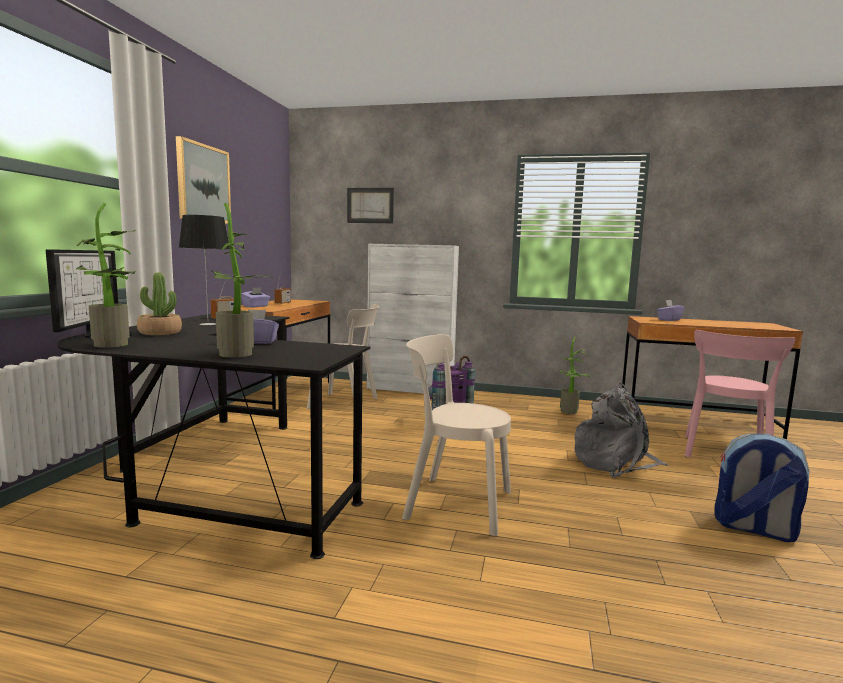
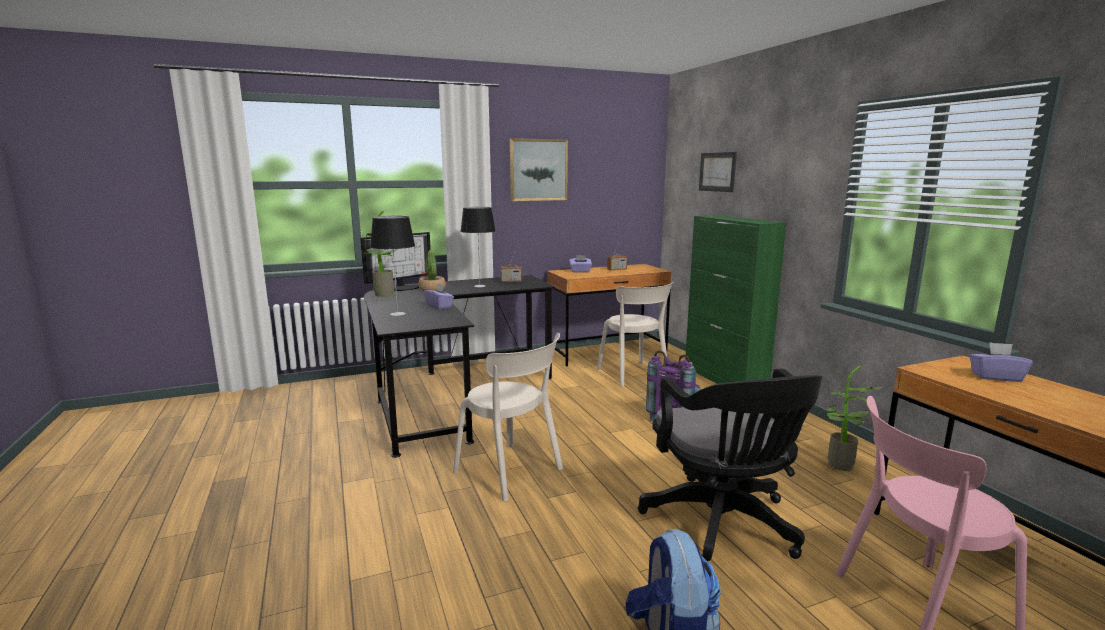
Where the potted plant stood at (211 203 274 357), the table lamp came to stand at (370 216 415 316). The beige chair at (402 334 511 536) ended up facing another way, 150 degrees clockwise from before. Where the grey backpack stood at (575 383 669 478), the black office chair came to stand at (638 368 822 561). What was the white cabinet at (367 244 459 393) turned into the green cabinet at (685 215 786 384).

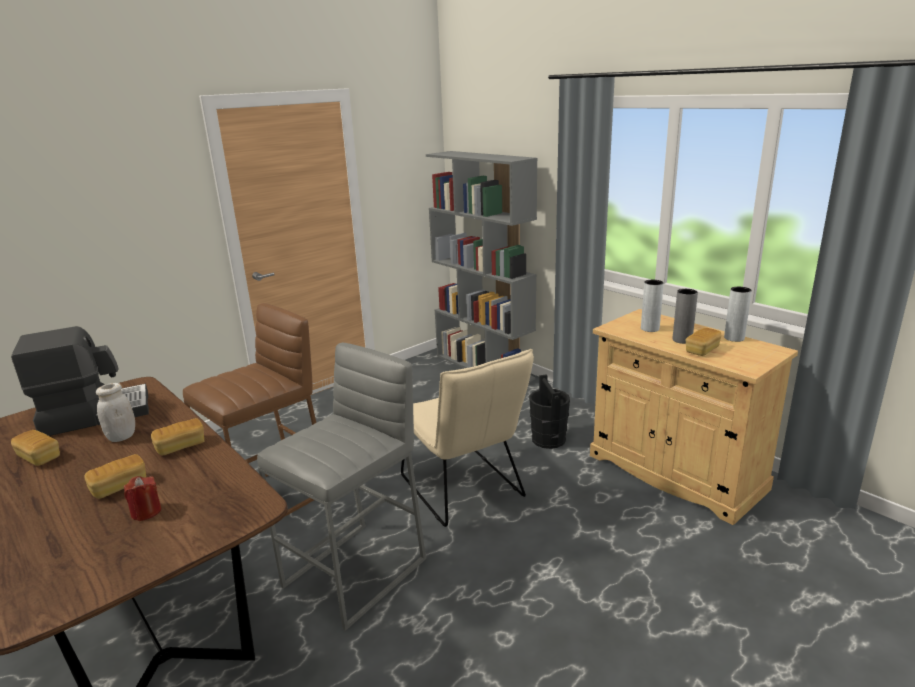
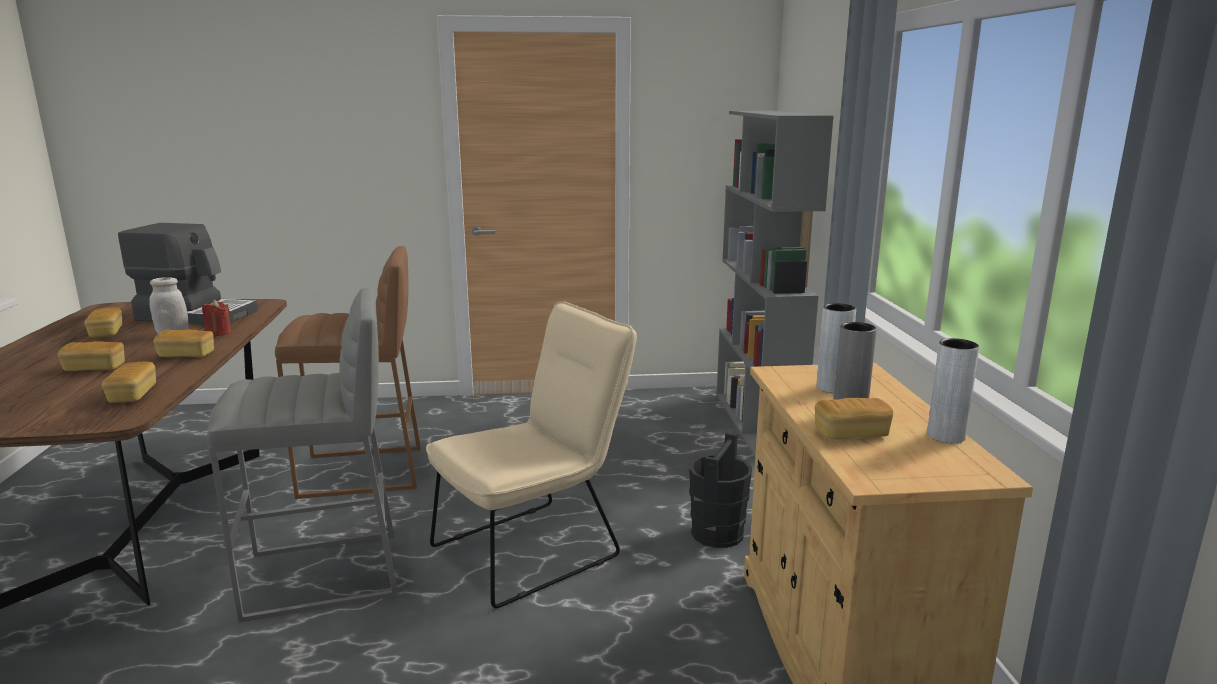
The second view gained the bread at (101 362 156 403). The red candle ended up elsewhere, having gone from (124 476 161 521) to (202 299 232 336). The beige chair at (401 349 534 527) ended up facing another way, 135 degrees counterclockwise from before.

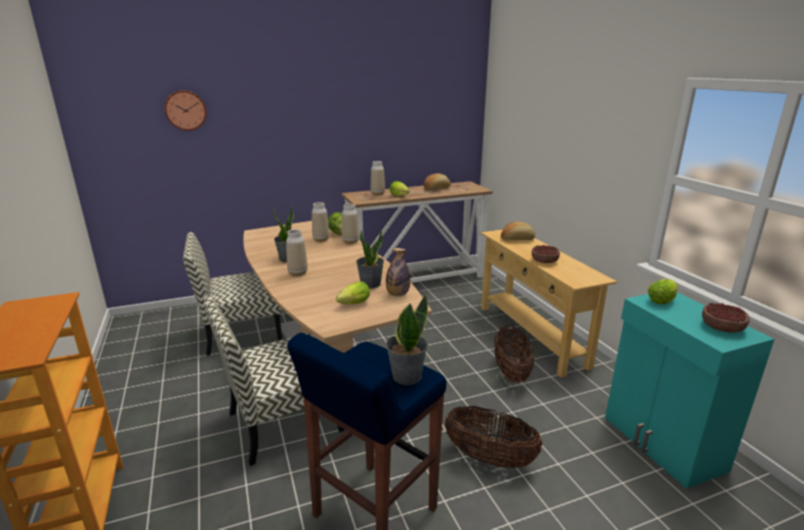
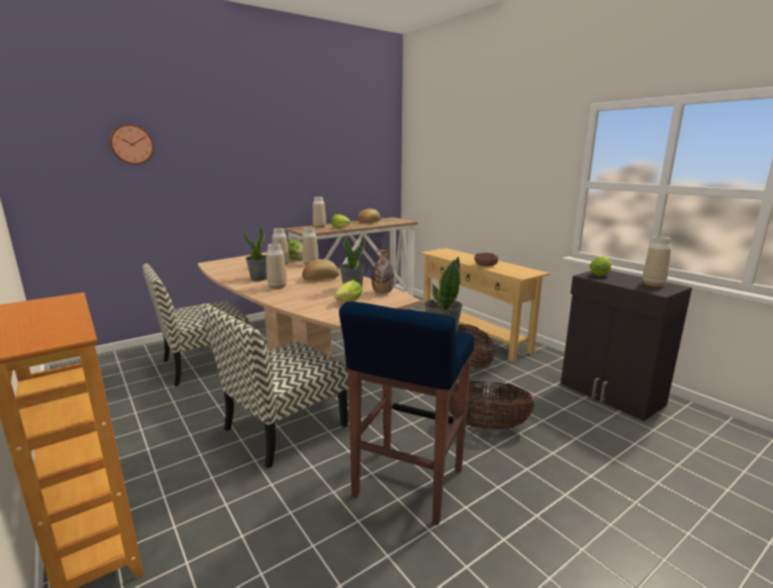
The bread ended up elsewhere, having gone from (501 222 535 240) to (302 259 340 280). What was the turquoise cabinet at (605 292 775 489) turned into the black cabinet at (561 271 692 421). Where the bowl stood at (702 303 750 333), the vase came to stand at (642 236 671 287).

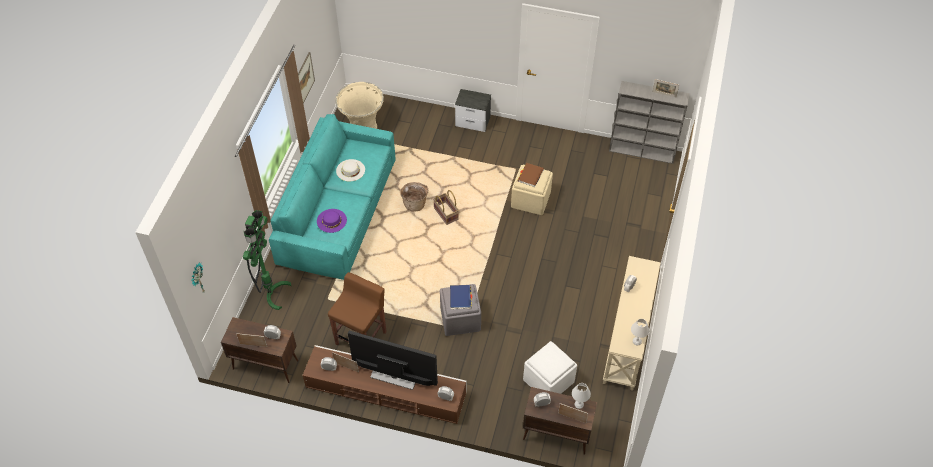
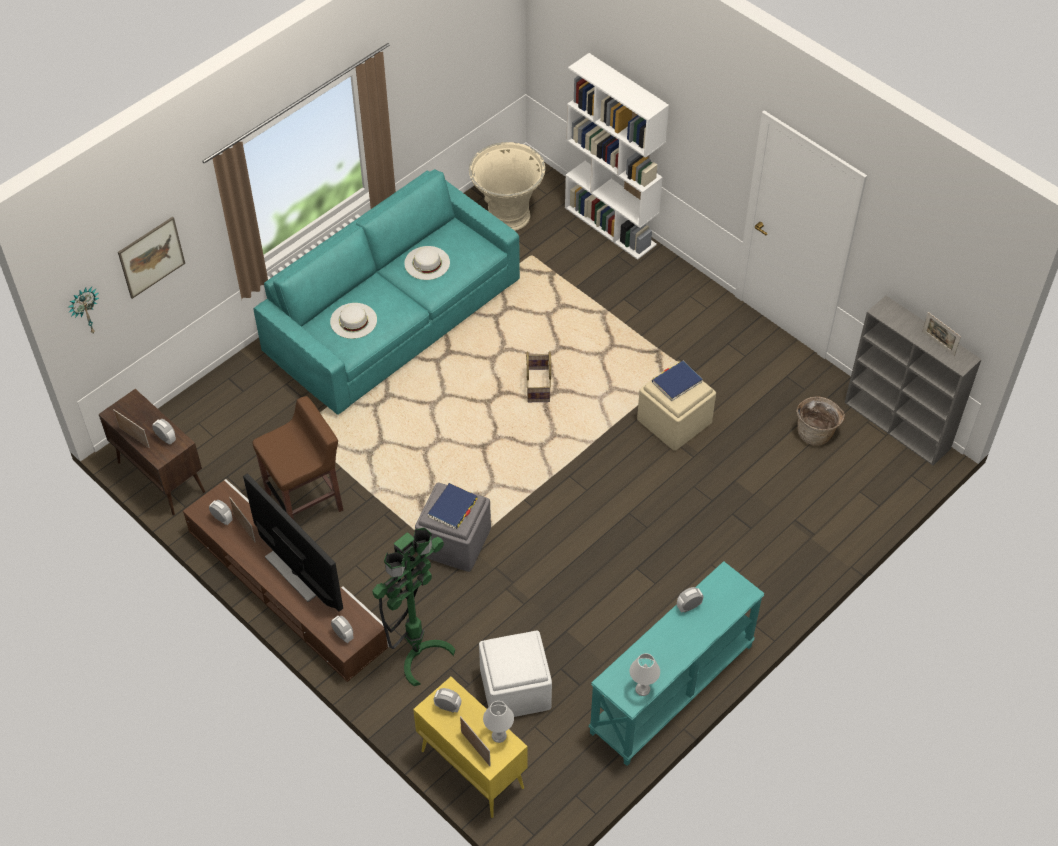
The picture ended up elsewhere, having gone from (298 52 315 103) to (118 217 185 299). What was the purple hat at (317 209 347 233) turned into the white hat at (330 303 377 339). The green floor lamp ended up elsewhere, having gone from (243 210 291 310) to (372 527 455 686). What was the brown cabinet at (523 387 597 455) turned into the yellow cabinet at (413 677 528 818). The second view gained the white bookcase at (565 53 669 260). What was the beige console table at (603 256 661 391) turned into the turquoise console table at (589 561 765 766). What was the brown book at (518 163 544 187) turned into the blue book at (652 361 703 401). The basket ended up elsewhere, having gone from (400 182 428 212) to (796 397 845 446). The second view lost the nightstand at (455 89 491 132).

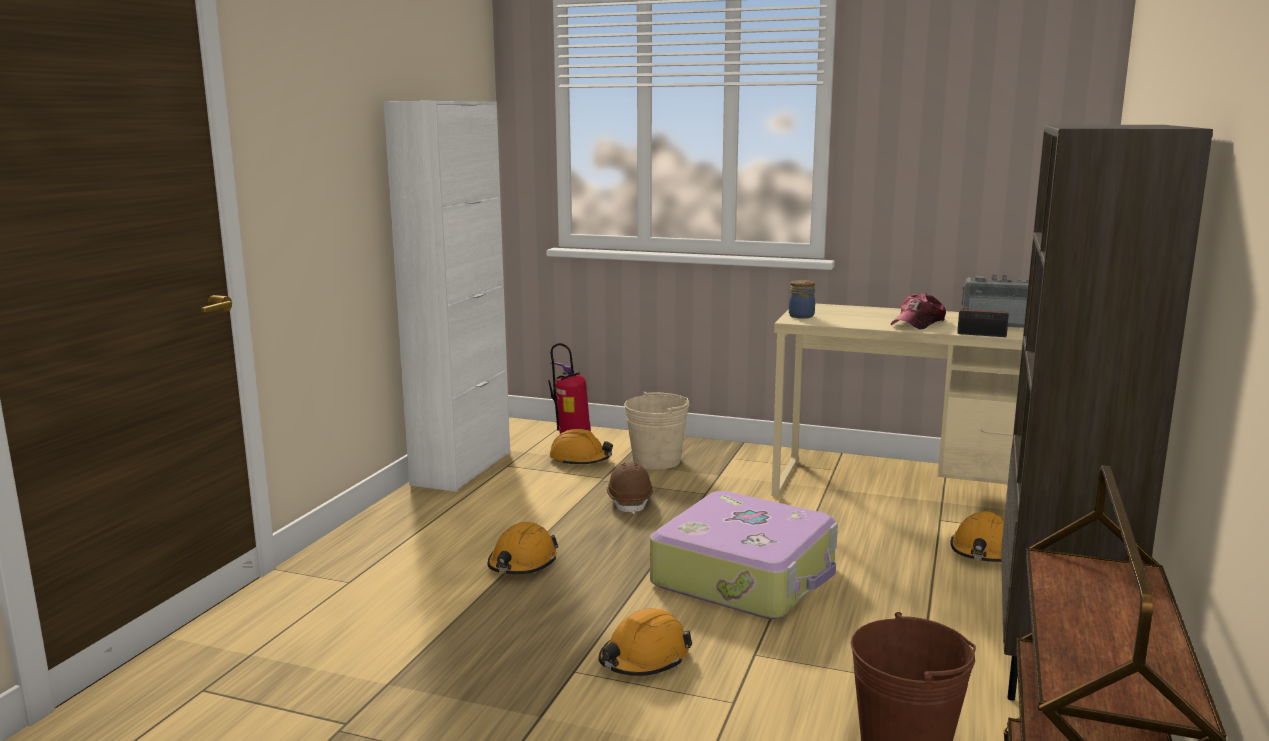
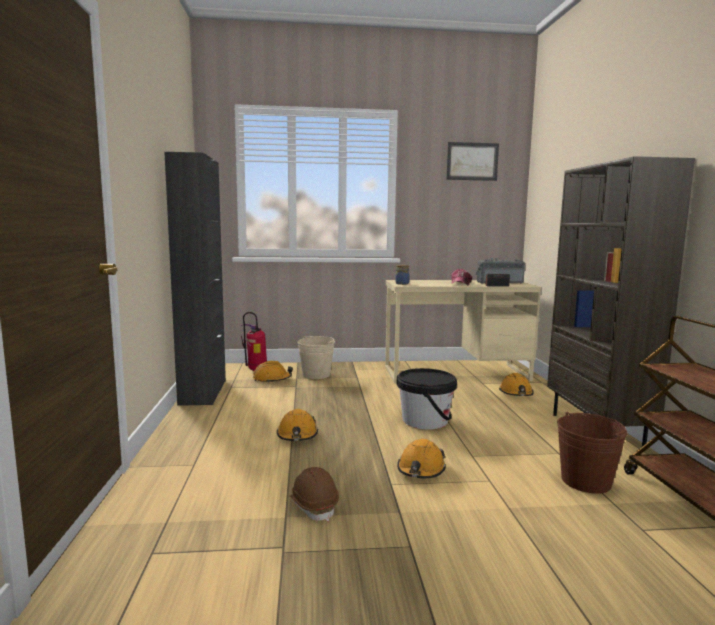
What was the white cabinet at (383 101 510 492) turned into the black cabinet at (164 152 226 406). The brown hard hat ended up elsewhere, having gone from (606 462 654 514) to (289 467 339 521). Where the suitcase stood at (650 491 838 619), the black bucket came to stand at (397 368 457 430). The second view gained the picture at (446 142 499 181).

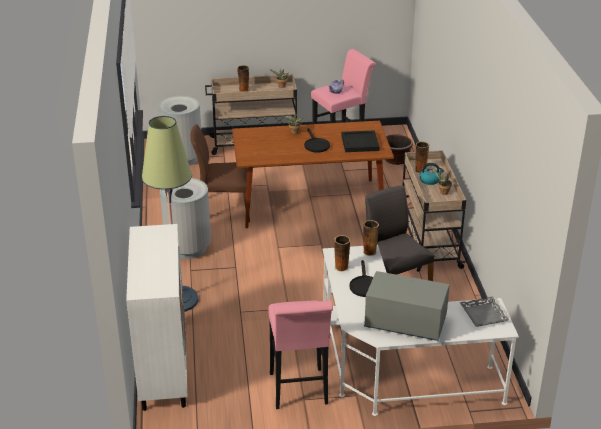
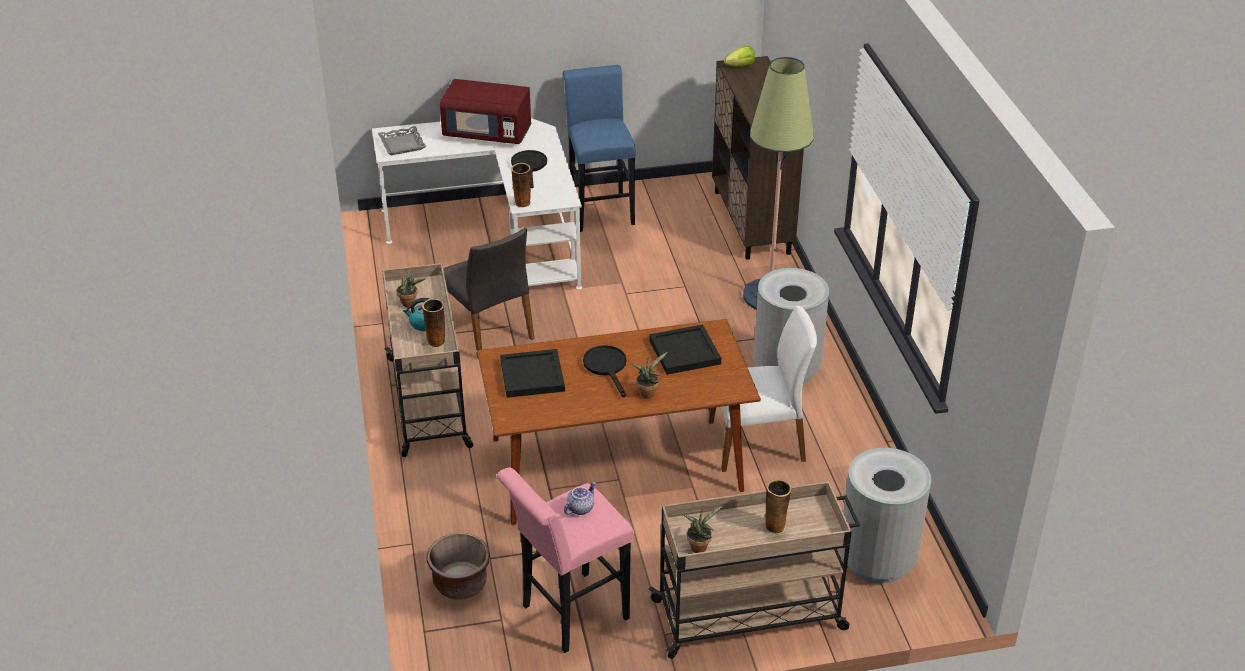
What was the grey microwave at (364 271 450 341) turned into the red microwave at (440 79 532 144). What was the pink stool at (269 301 333 409) turned into the blue stool at (563 65 636 232). The second view gained the black tray at (649 324 721 375). What was the brown chair at (190 124 250 222) turned into the white chair at (709 306 817 472). What was the white cabinet at (126 224 188 411) turned into the brown cabinet at (712 56 804 260). The second view gained the lettuce at (724 46 755 67). The second view lost the vase at (334 235 350 271).

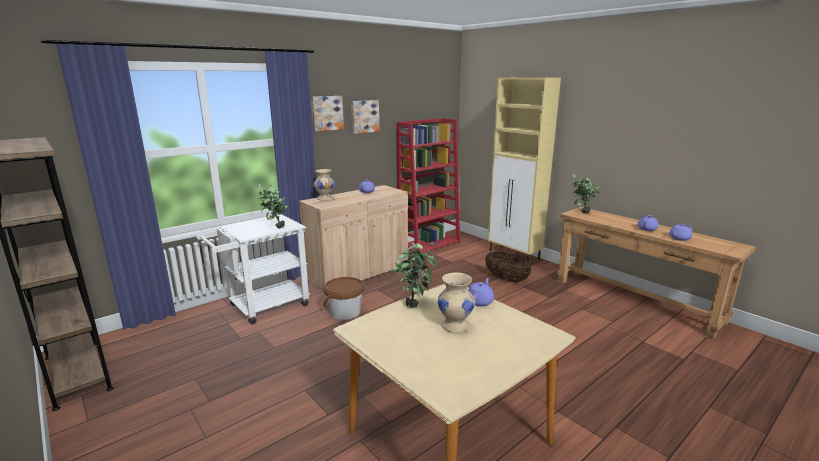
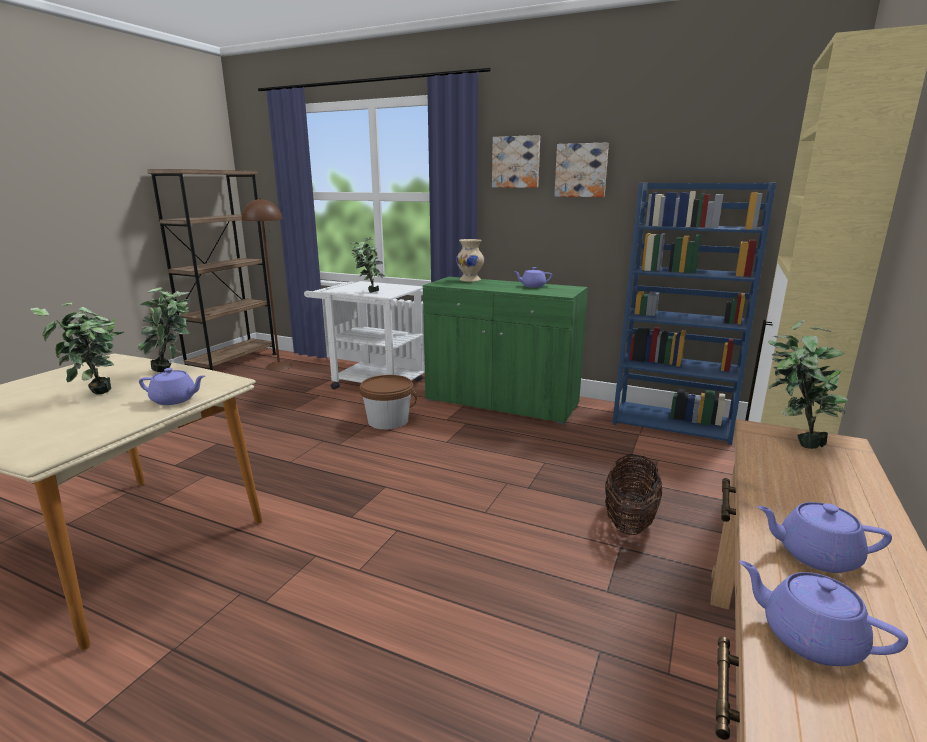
Where the beige vase stood at (438 272 475 333), the potted plant came to stand at (30 303 124 394). The second view gained the brown floor lamp at (242 198 293 371). What was the beige cabinet at (299 185 408 291) turned into the green cabinet at (423 277 588 424). What was the red bookcase at (396 118 460 254) turned into the blue bookcase at (612 183 776 445).

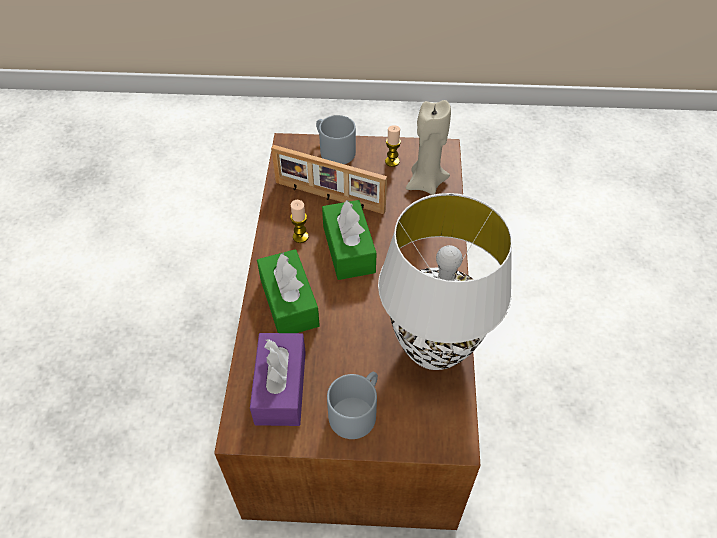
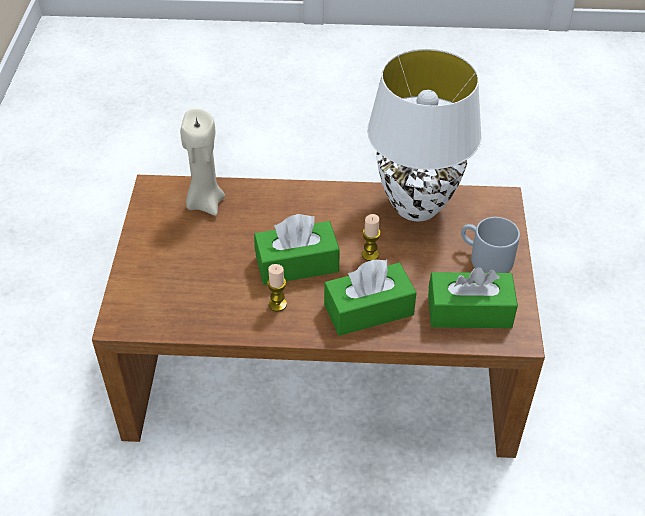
The candle ended up elsewhere, having gone from (385 125 401 167) to (362 214 380 261). What was the purple tissue box at (250 333 306 426) turned into the green tissue box at (428 267 518 328). The second view lost the picture frame at (271 145 387 214). The second view lost the grey mug at (316 115 356 164).

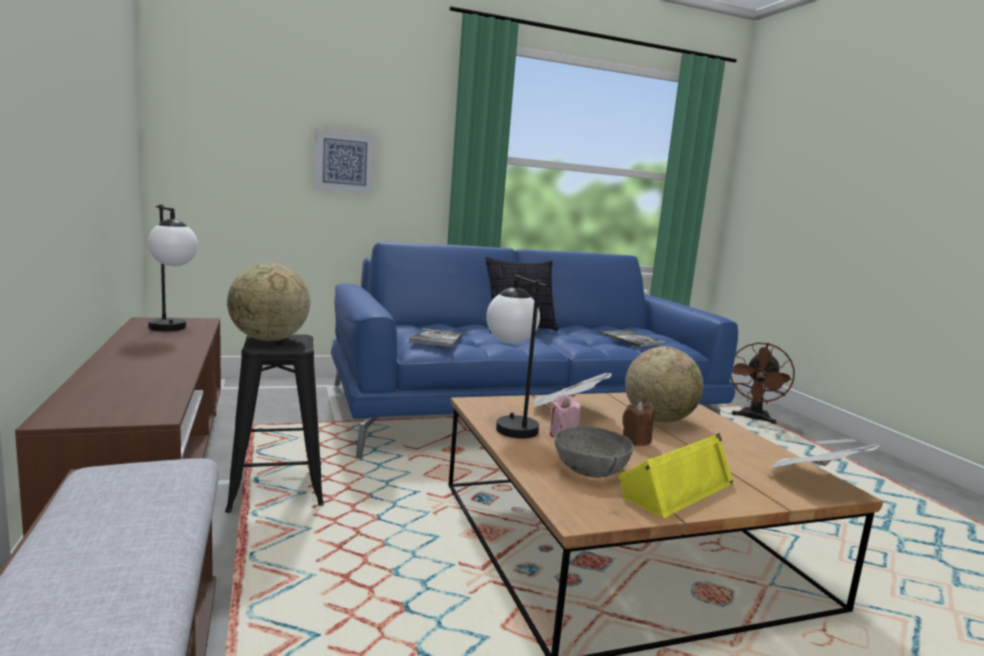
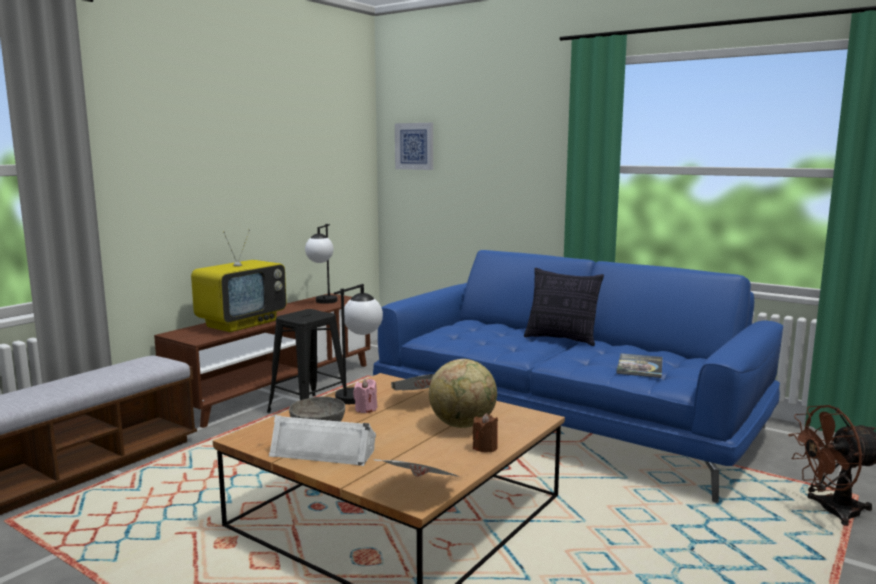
The second view gained the television at (191 229 286 332). What was the yellow speaker at (618 433 734 518) turned into the white speaker at (269 415 376 466). The picture ended up elsewhere, having gone from (314 128 376 194) to (395 123 433 170). The brown candle ended up elsewhere, having gone from (622 402 655 446) to (473 413 498 452). The second view lost the globe at (227 263 310 341). The second view lost the book at (409 328 463 347).

